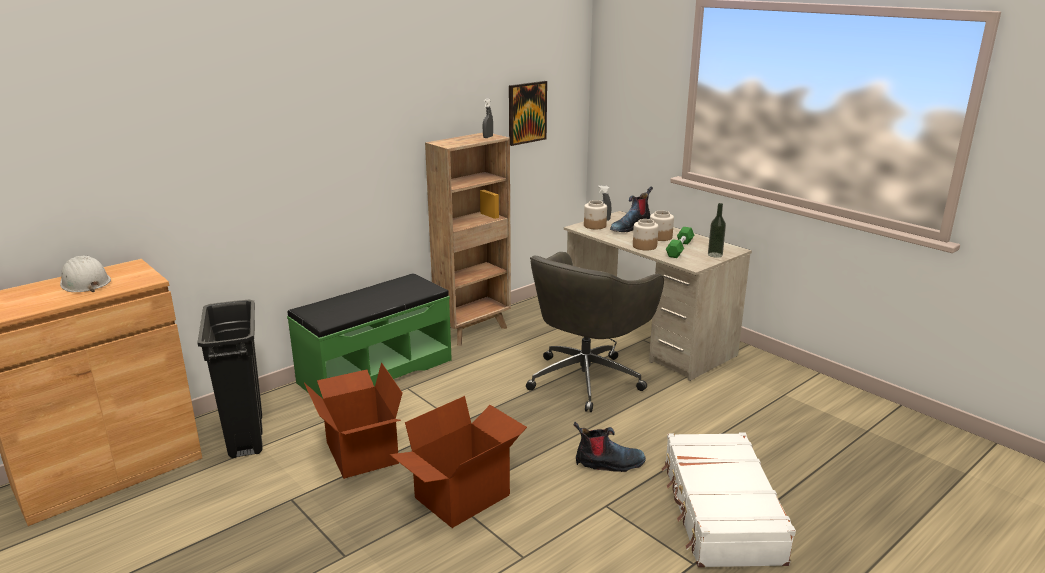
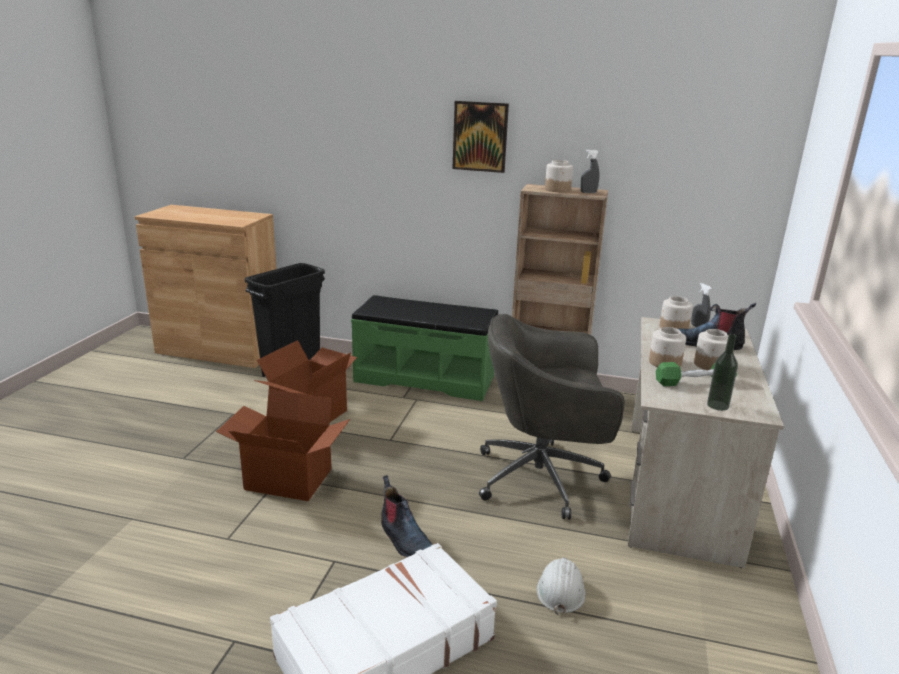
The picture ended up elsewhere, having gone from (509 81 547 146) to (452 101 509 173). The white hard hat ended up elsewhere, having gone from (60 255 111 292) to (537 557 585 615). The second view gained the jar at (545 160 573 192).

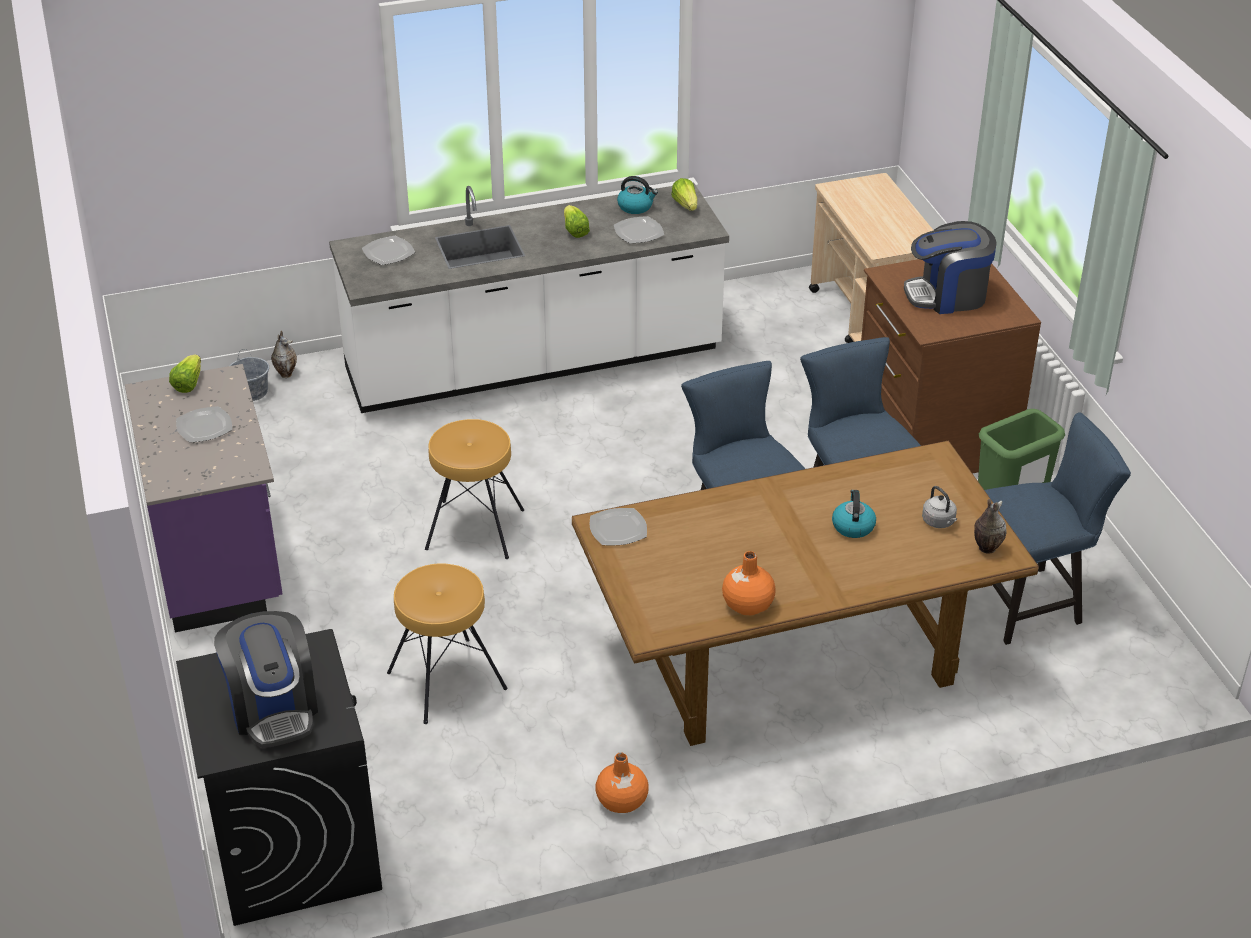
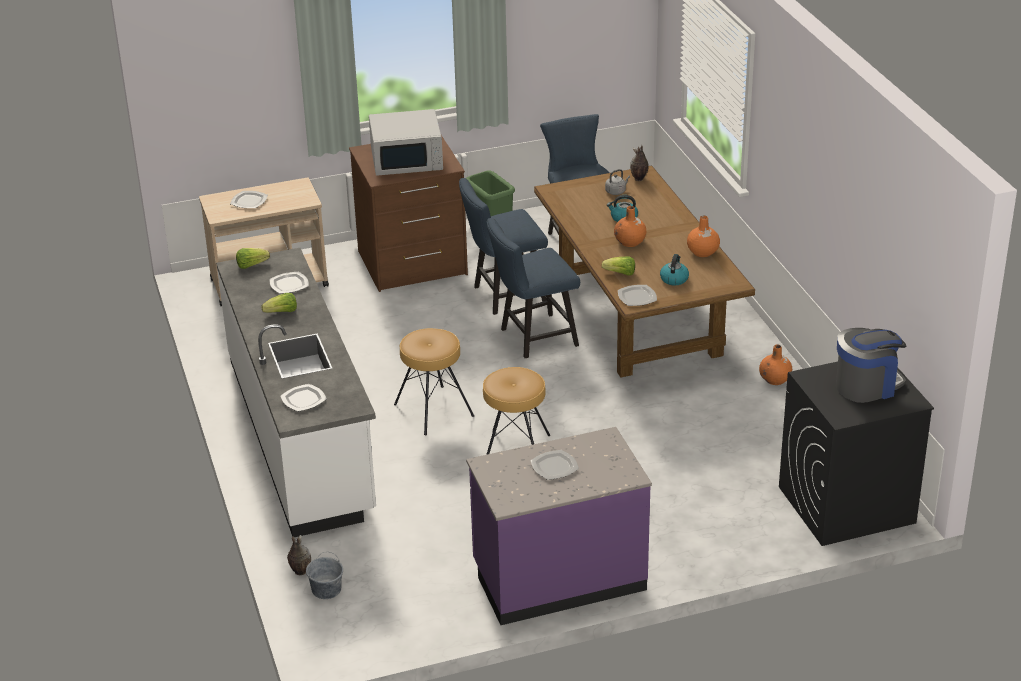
The second view gained the plate at (230 191 268 208). Where the coffee machine stood at (904 221 997 314), the white microwave came to stand at (369 109 443 176). The brown stool ended up elsewhere, having gone from (387 563 508 724) to (394 328 474 435). The lettuce ended up elsewhere, having gone from (169 355 201 393) to (602 257 635 276). The second view gained the orange vase at (614 206 647 247). The kettle ended up elsewhere, having gone from (617 176 658 214) to (660 254 689 285).

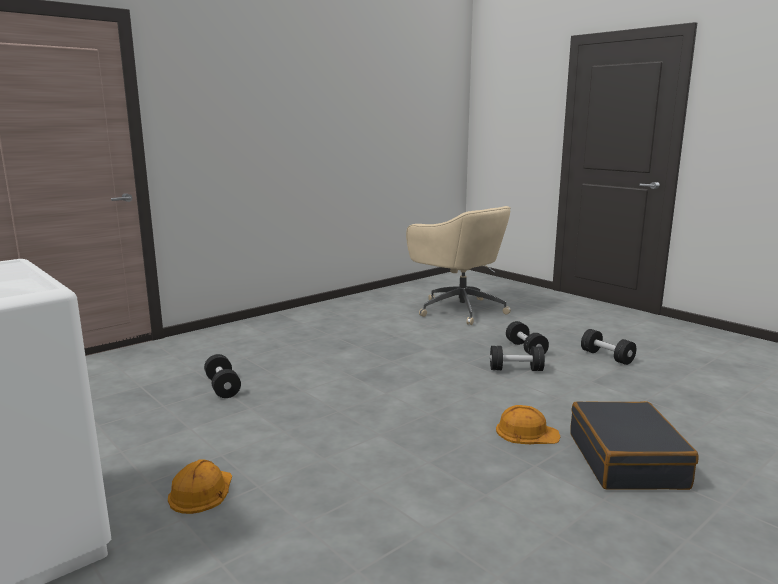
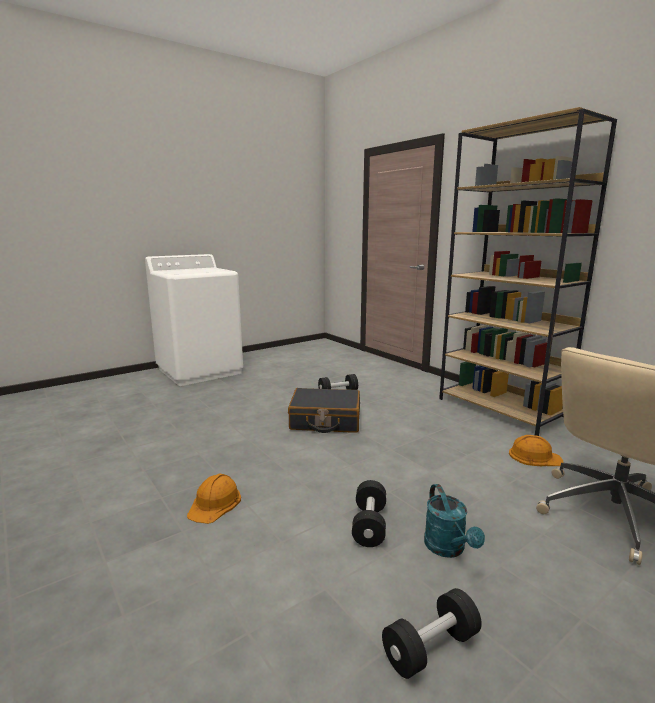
The black suitcase ended up elsewhere, having gone from (570 401 699 490) to (288 388 360 433). Where the black dumbbell stood at (506 321 549 354), the turquoise watering can came to stand at (424 484 485 558). The second view gained the brown bookcase at (439 107 617 436). The orange hard hat ended up elsewhere, having gone from (168 459 232 514) to (509 435 563 466).

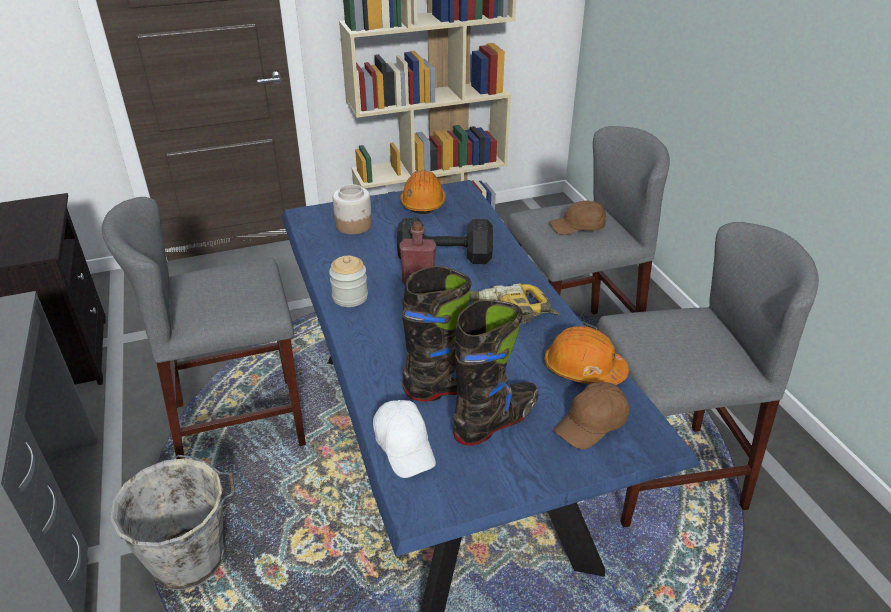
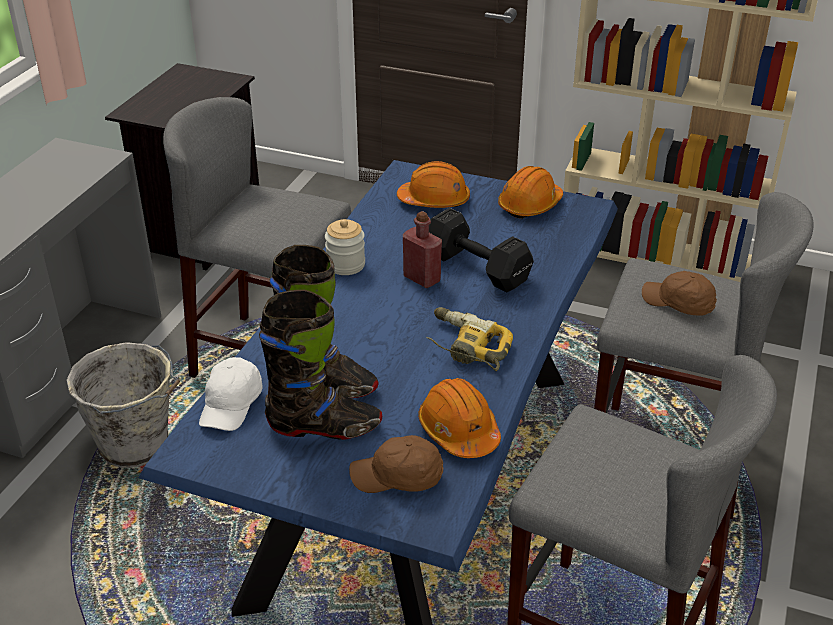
Where the jar stood at (333 184 372 235), the orange hard hat came to stand at (397 161 470 208).

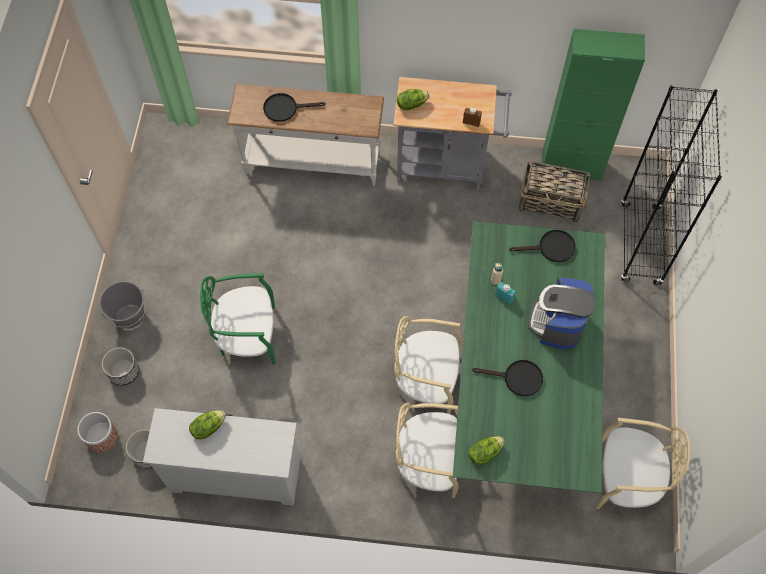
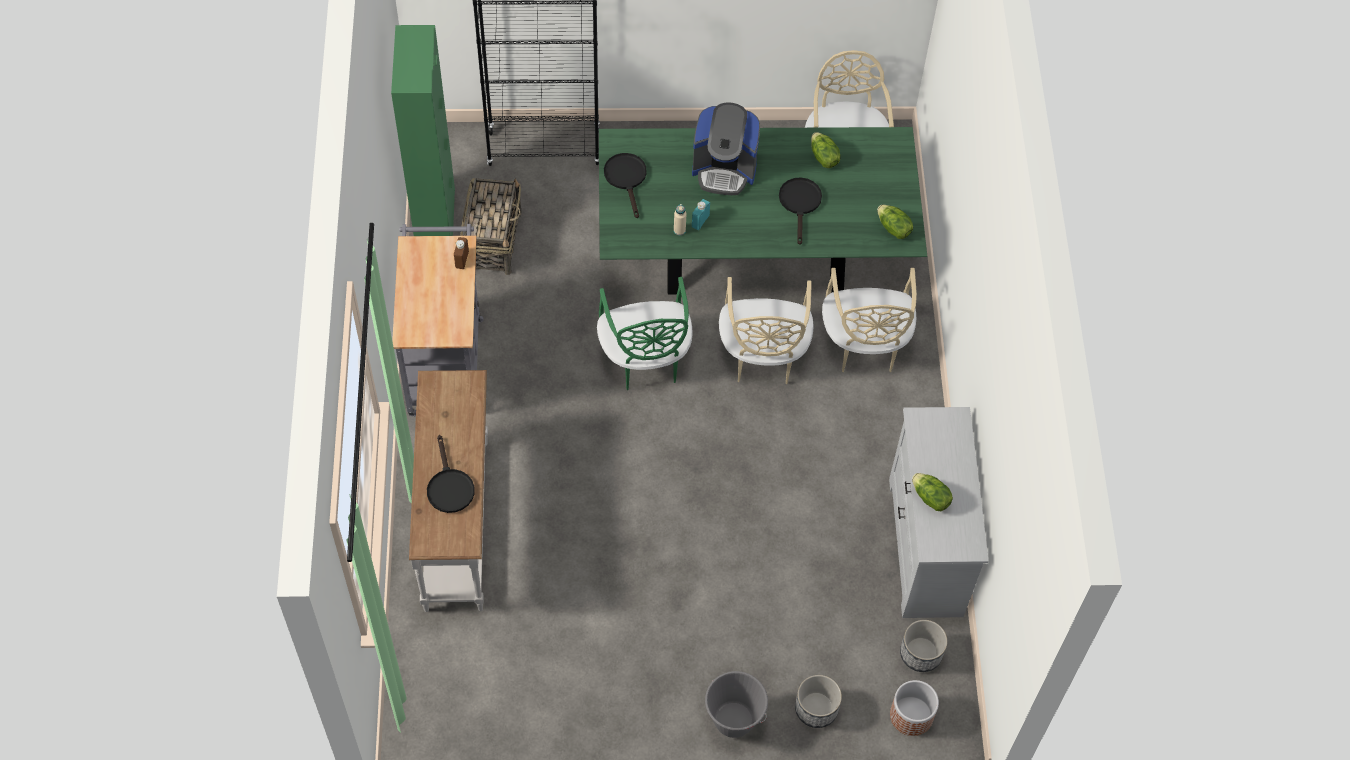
The green chair ended up elsewhere, having gone from (200 273 276 365) to (597 277 693 390). The lettuce ended up elsewhere, having gone from (397 89 430 110) to (811 132 841 168).

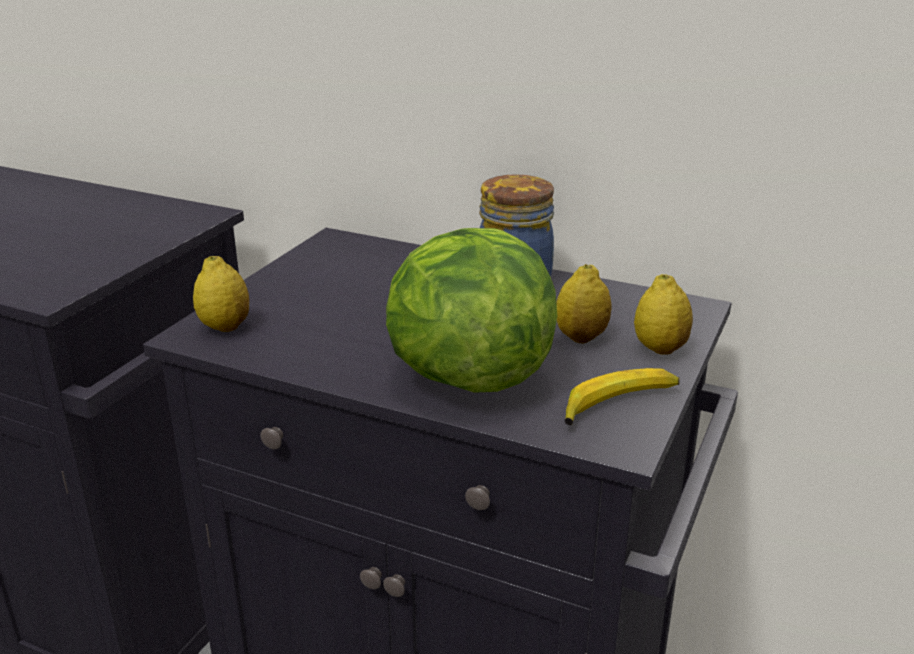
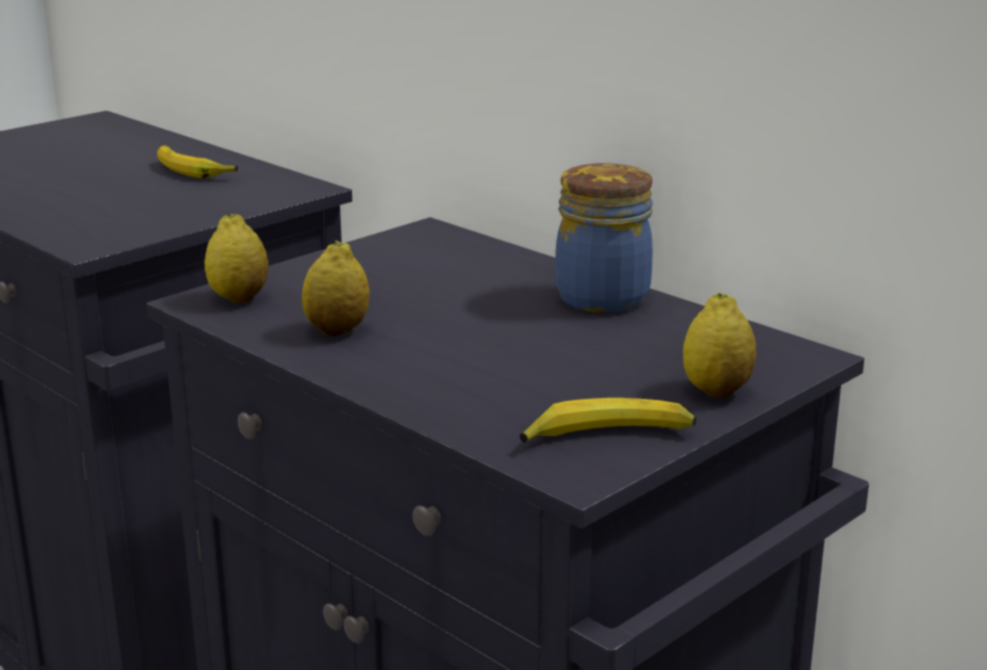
The second view gained the banana at (157 145 238 178). The lemon ended up elsewhere, having gone from (556 264 612 344) to (302 241 369 336). The second view lost the lettuce at (386 228 557 393).

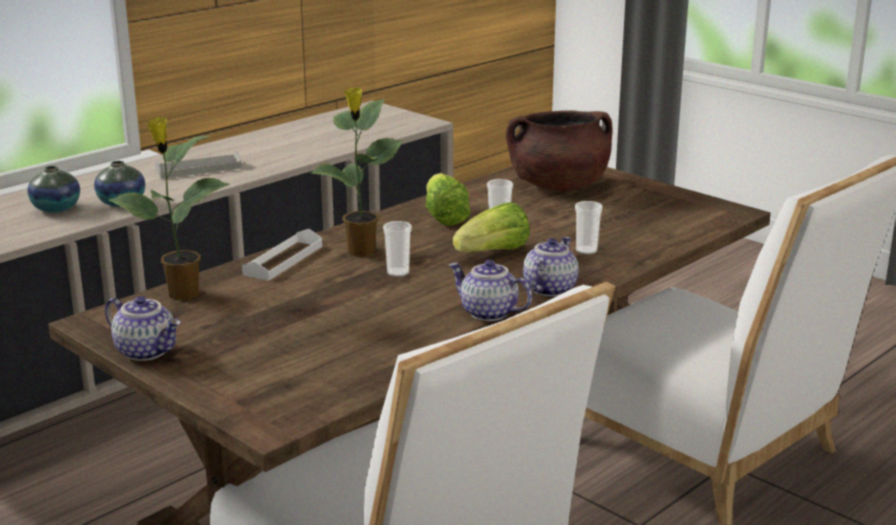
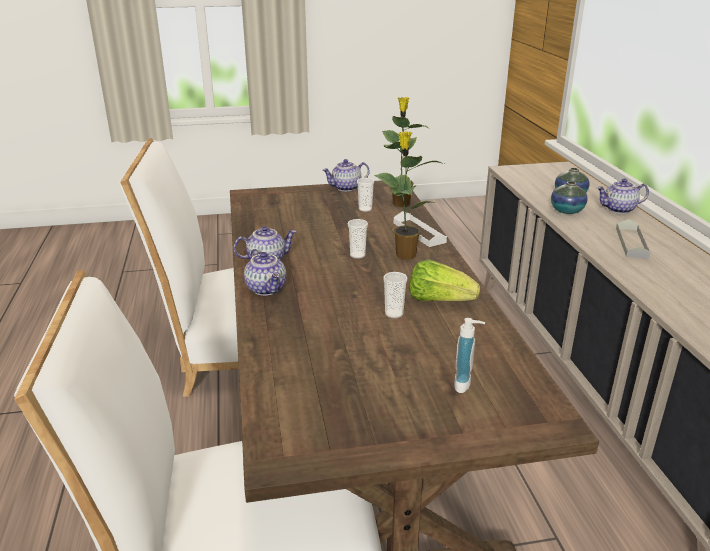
The cup ended up elsewhere, having gone from (575 201 603 254) to (357 178 374 212). Where the brown cooking pot stood at (506 110 613 191), the soap dispenser came to stand at (454 318 485 393). The second view gained the teapot at (597 179 649 214). The second view lost the lettuce at (453 202 530 252).

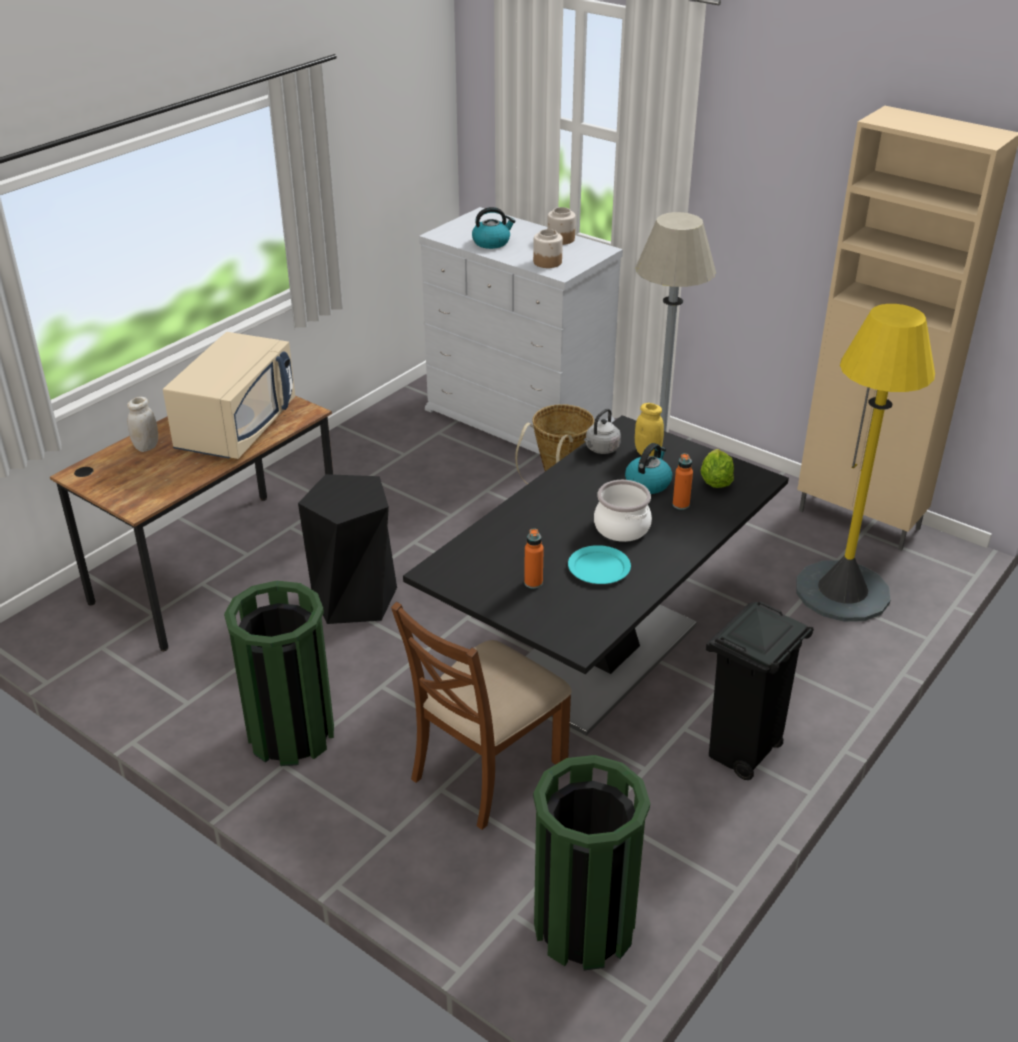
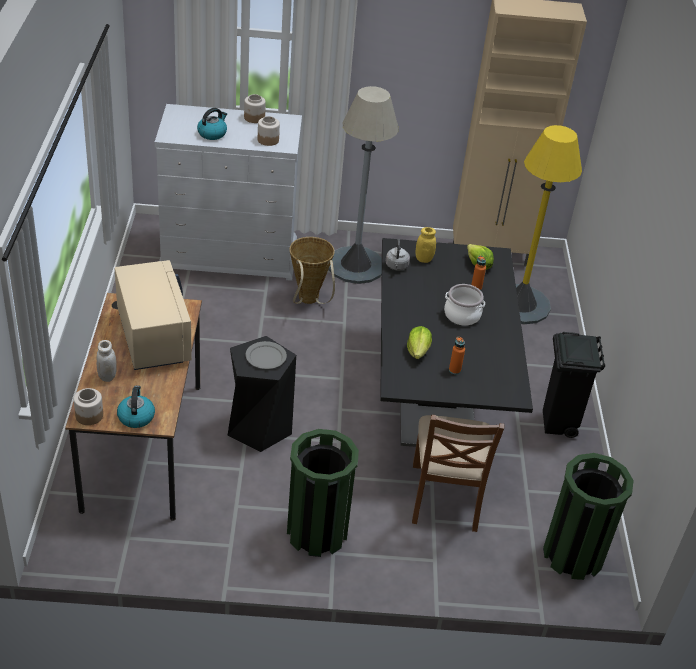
The second view gained the jar at (74 388 103 425). The kettle ended up elsewhere, having gone from (625 443 672 494) to (117 386 155 428). The second view gained the grey plate at (246 341 287 369). The second view gained the lettuce at (407 326 432 359). The second view lost the turquoise plate at (568 545 631 584).

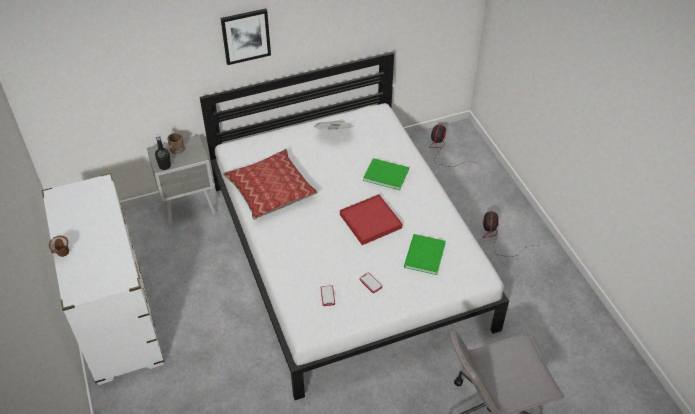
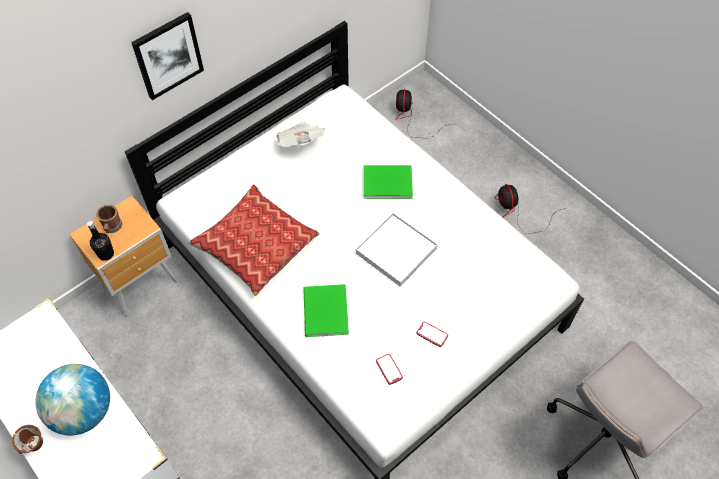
The second view gained the globe at (35 364 110 435). What was the grey nightstand at (147 135 216 226) turned into the brown nightstand at (69 196 178 316). The green book ended up elsewhere, having gone from (404 234 446 275) to (303 284 349 337). What was the red tray at (340 194 402 245) turned into the white tray at (356 213 438 287).

